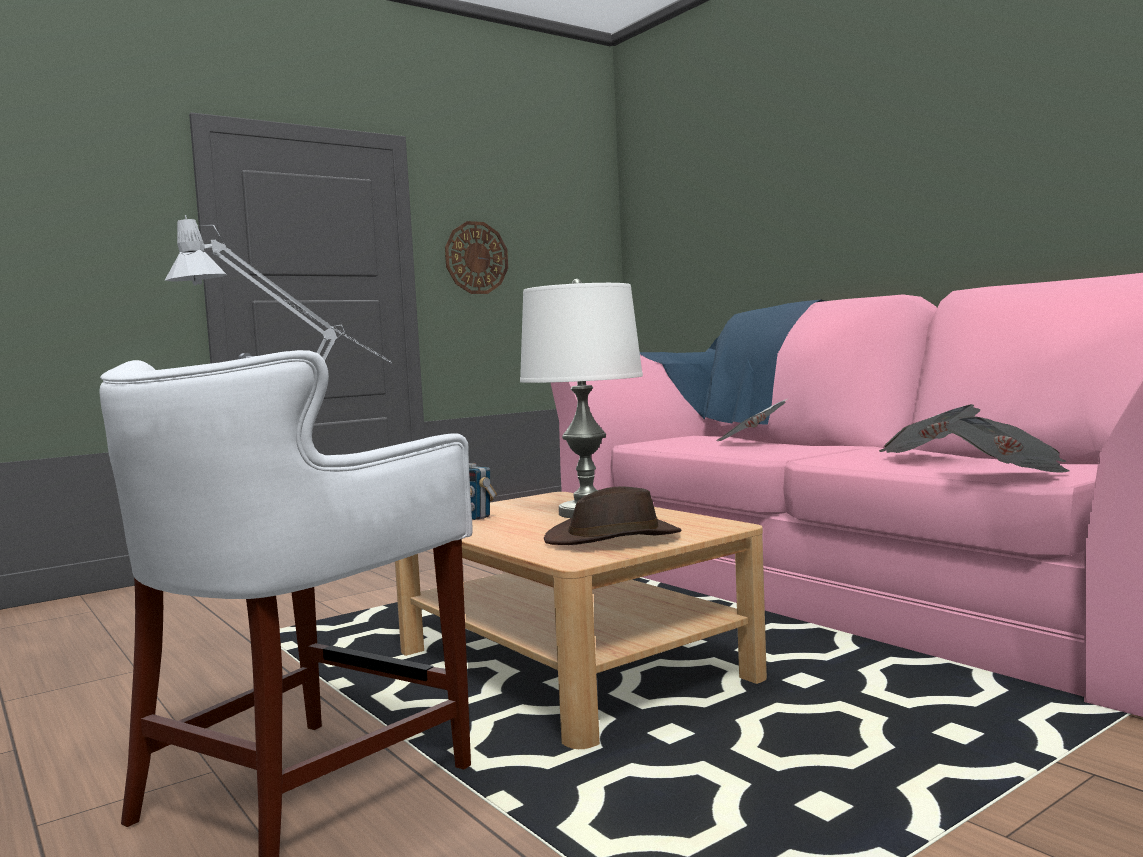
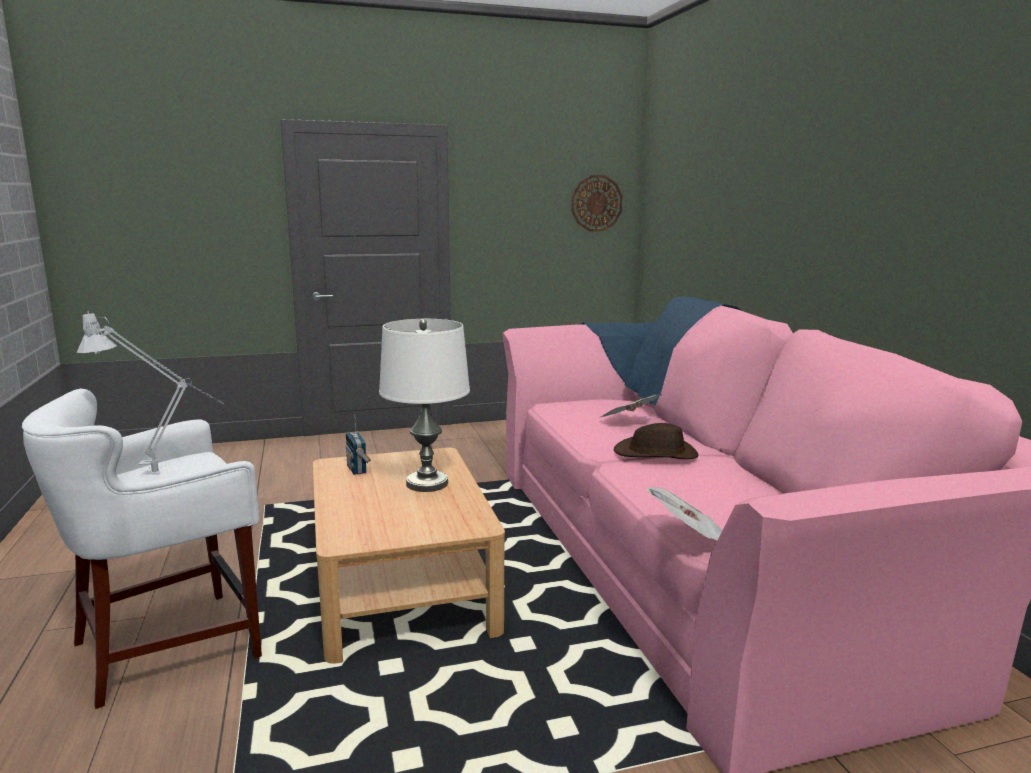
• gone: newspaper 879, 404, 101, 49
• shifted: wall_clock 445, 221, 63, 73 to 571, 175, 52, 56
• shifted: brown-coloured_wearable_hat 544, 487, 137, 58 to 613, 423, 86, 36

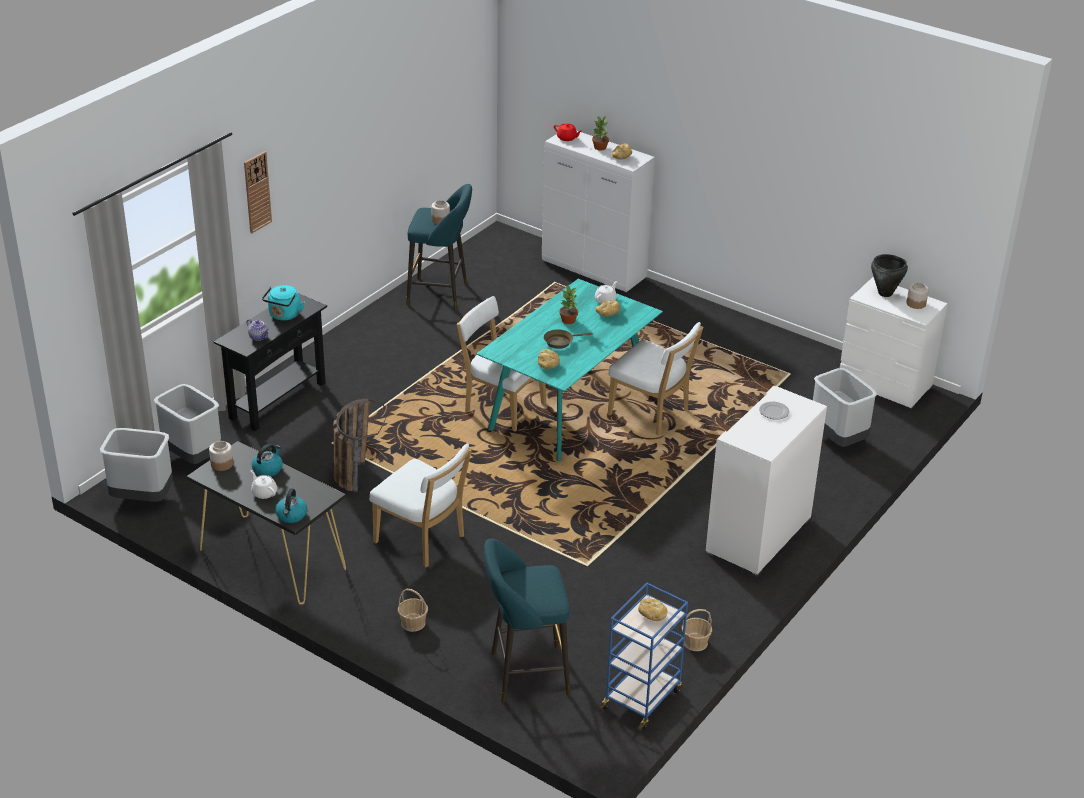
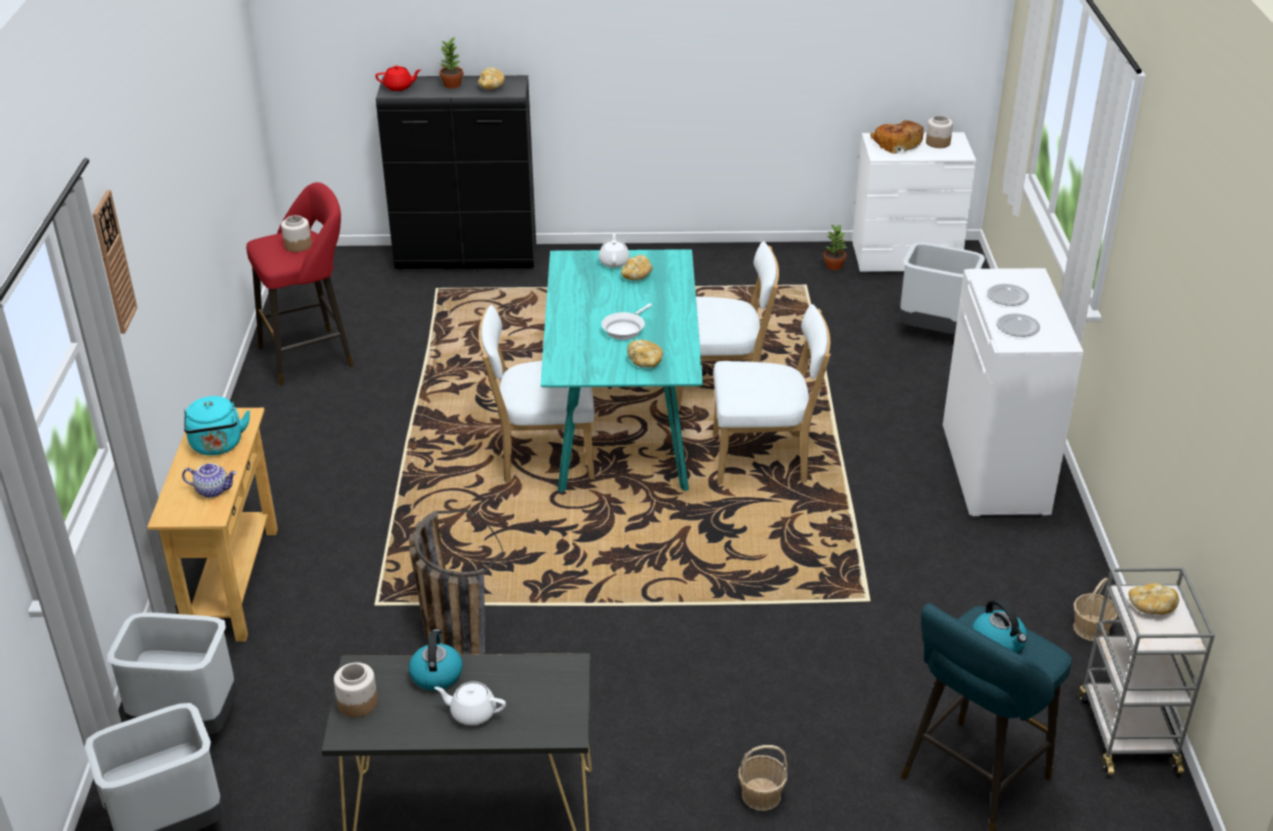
• new: dinner_plate 996, 313, 44, 24
• shifted: kettle 275, 488, 32, 35 to 972, 598, 55, 55
• shifted: white-coloured_chair 370, 443, 102, 125 to 713, 304, 118, 181
• shifted: houseplant 559, 285, 19, 39 to 824, 224, 23, 46
• swapped: black-coloured_stockpot 871, 254, 37, 43 to bakery_bread 870, 120, 54, 34
• repainted: black-coloured_narrow_table 214, 294, 113, 137 to sand-coloured_narrow_table 147, 408, 131, 233
• repainted: turquoise-coloured_sitting_stool 406, 184, 66, 127 to red_sitting_stool 246, 182, 108, 204
• repainted: white-coloured_storage_cabinet 542, 131, 113, 161 to black-coloured_storage_cabinet 376, 75, 160, 195
• repainted: brown-coloured_pan 544, 329, 49, 20 to white-coloured_pan 602, 303, 50, 37
• repainted: blue_trolley 599, 582, 89, 149 to greyish_trolley 1079, 567, 136, 208

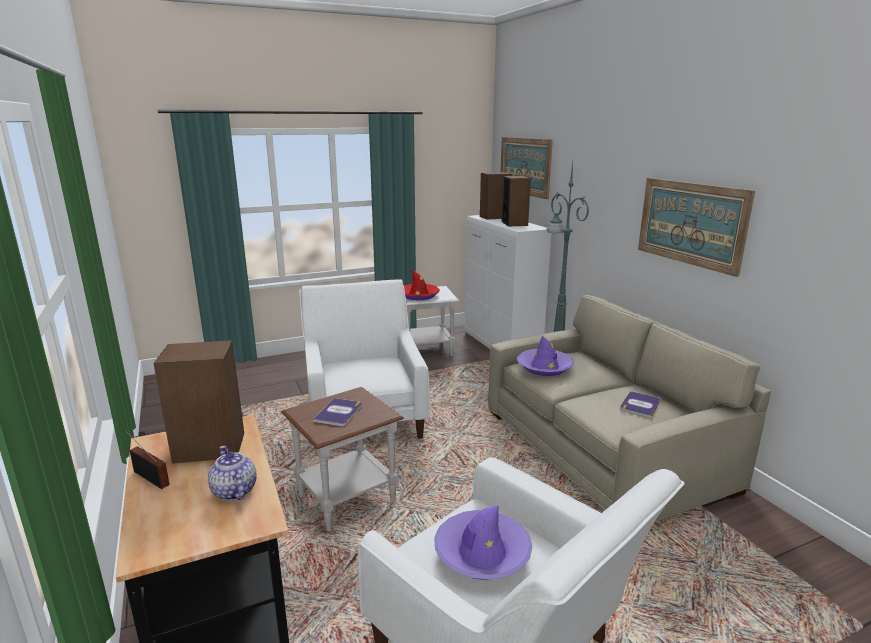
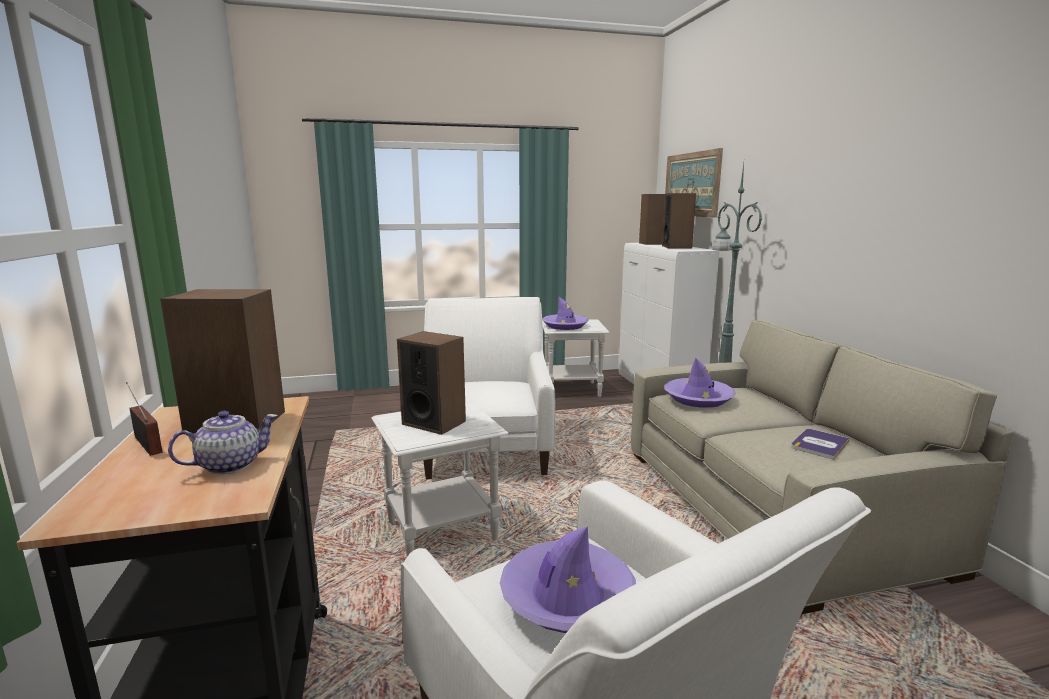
• gone: wall_art 638, 178, 117, 99
• swapped: bound_book 313, 398, 49, 28 to loudspeaker 397, 331, 69, 104
• repainted: brown-coloured_end_table 281, 387, 123, 144 to white-coloured_end_table 371, 400, 138, 157
• repainted: red_wearable_hat 404, 270, 36, 30 to purple_wearable_hat 542, 297, 47, 33
• rotated: pot_for_tea 208, 446, 49, 55 = 168, 411, 109, 64 75 degrees clockwise

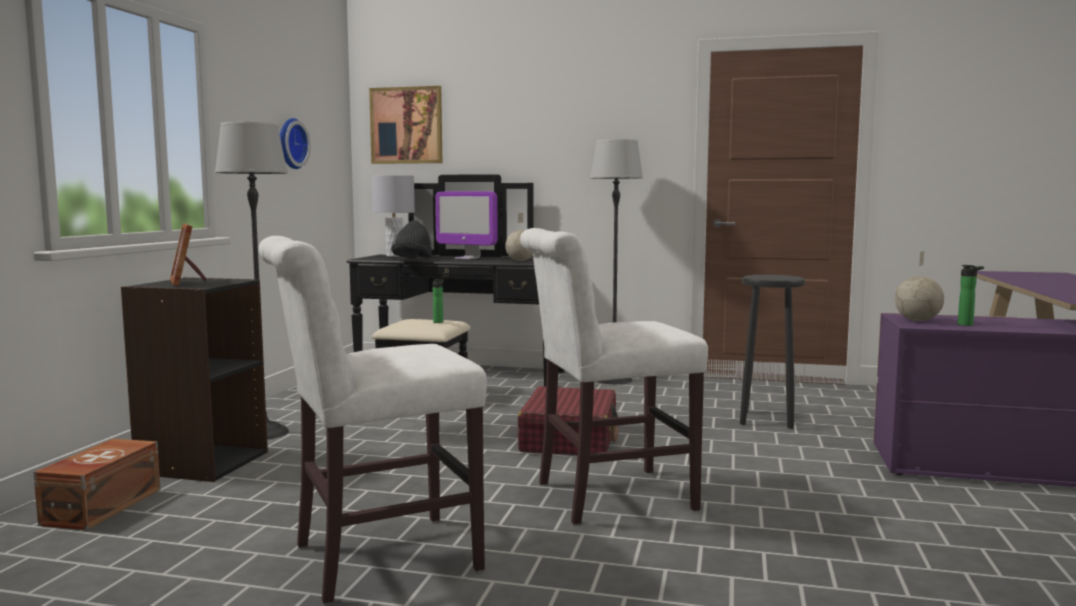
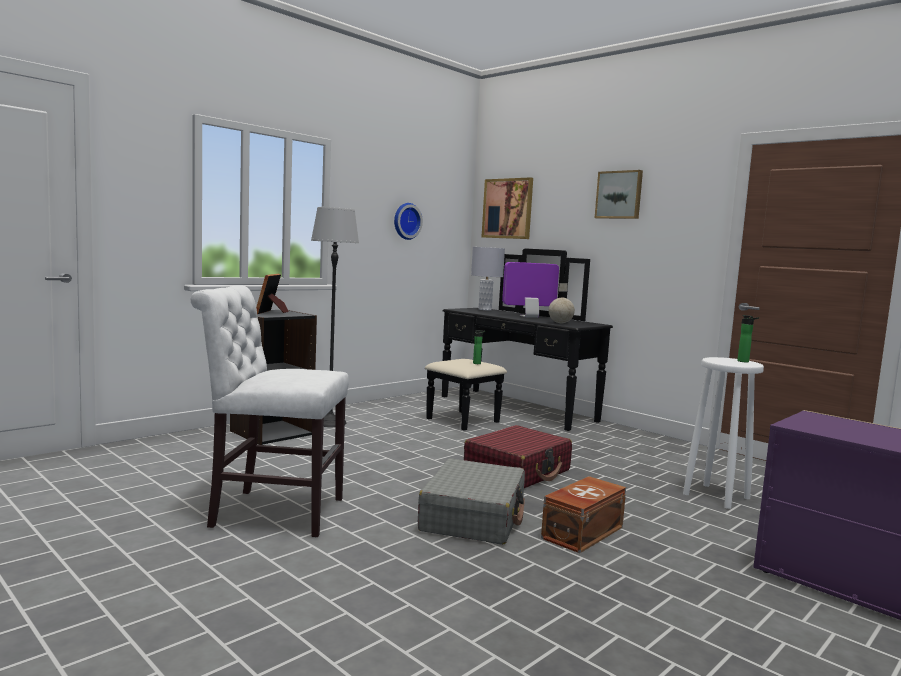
• gone: black-coloured_wearable_hat 391, 220, 41, 38
• gone: floor_lamp 590, 139, 53, 245
• gone: globe 895, 251, 49, 70
• new: wall_art 595, 170, 48, 49
• shifted: brown-coloured_storage_container 33, 439, 128, 91 to 541, 476, 85, 77
• shifted: bottle 958, 265, 26, 61 to 737, 315, 22, 48
• swapped: white-coloured_chair 520, 228, 188, 297 to greyish_travel_case 418, 458, 107, 87
• repainted: black-coloured_sitting_stool 740, 275, 65, 154 to white-coloured_sitting_stool 683, 357, 81, 152
• rotated: computer_screen 435, 191, 63, 68 = 502, 262, 57, 56 105 degrees clockwise

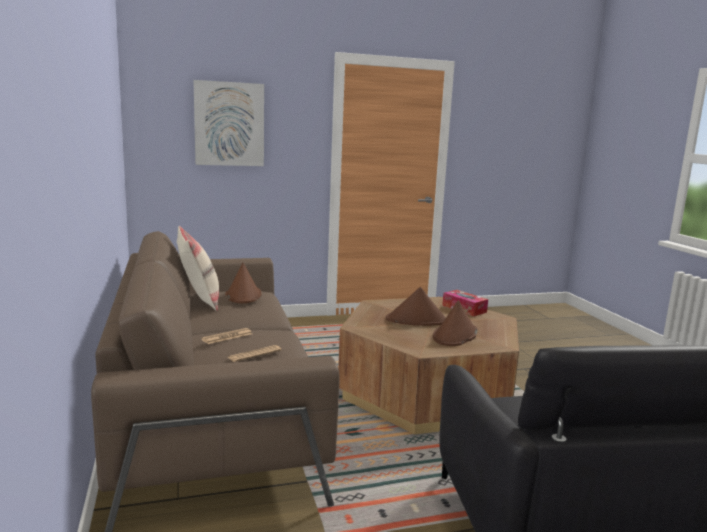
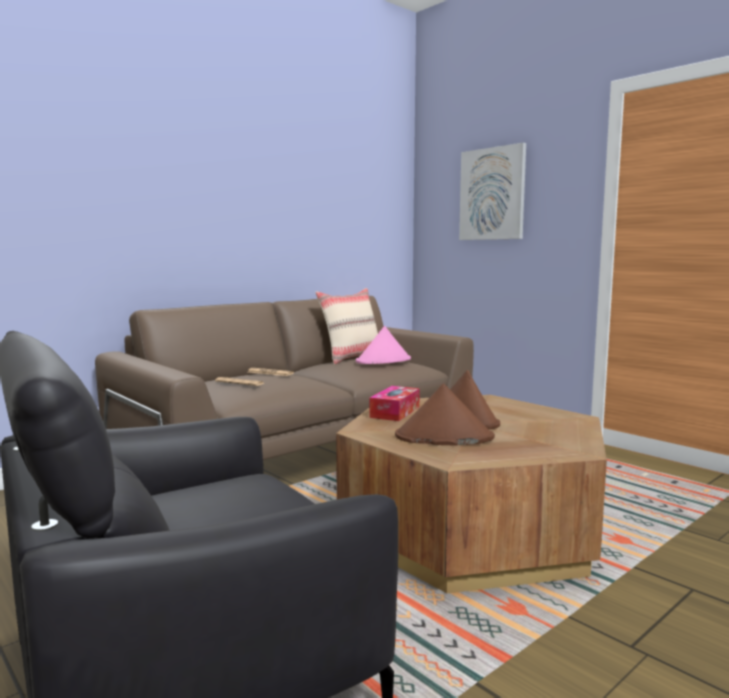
• shifted: tissue_holder 442, 290, 46, 26 to 369, 386, 51, 35
• repainted: brown-coloured_wearable_hat 225, 263, 37, 40 to pink_wearable_hat 356, 326, 55, 38

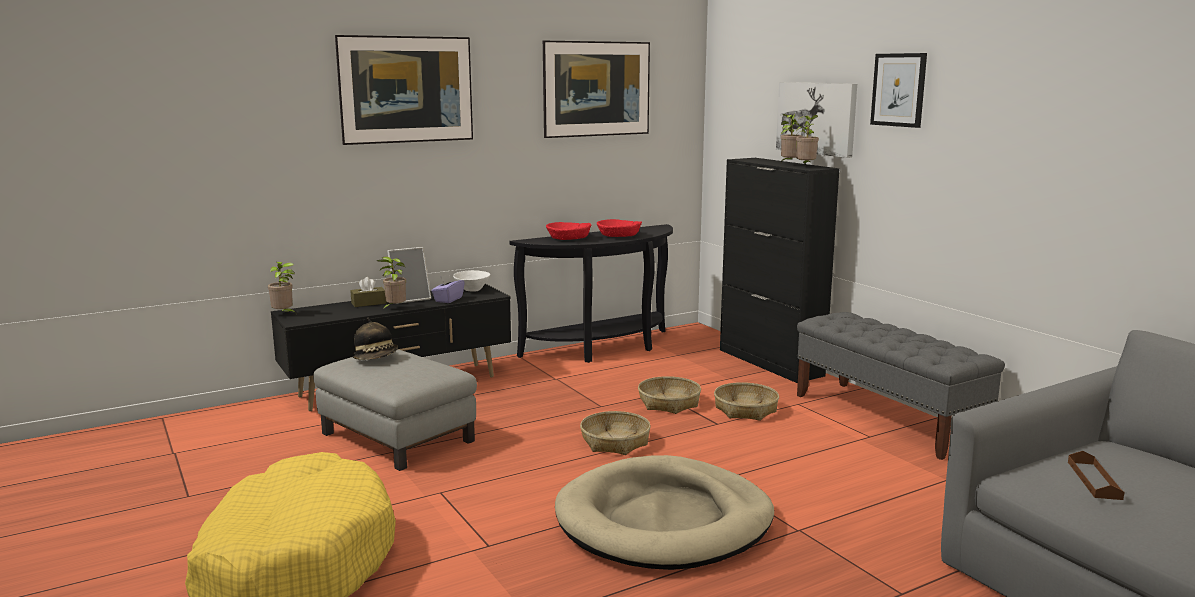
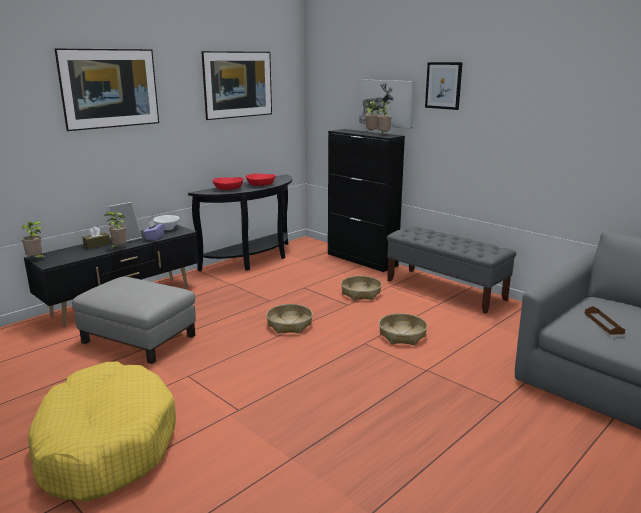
• gone: wearable_hat 353, 318, 45, 42
• gone: sand-coloured_dog_bed 555, 455, 219, 115
• shifted: basket 638, 376, 63, 38 to 379, 313, 48, 32

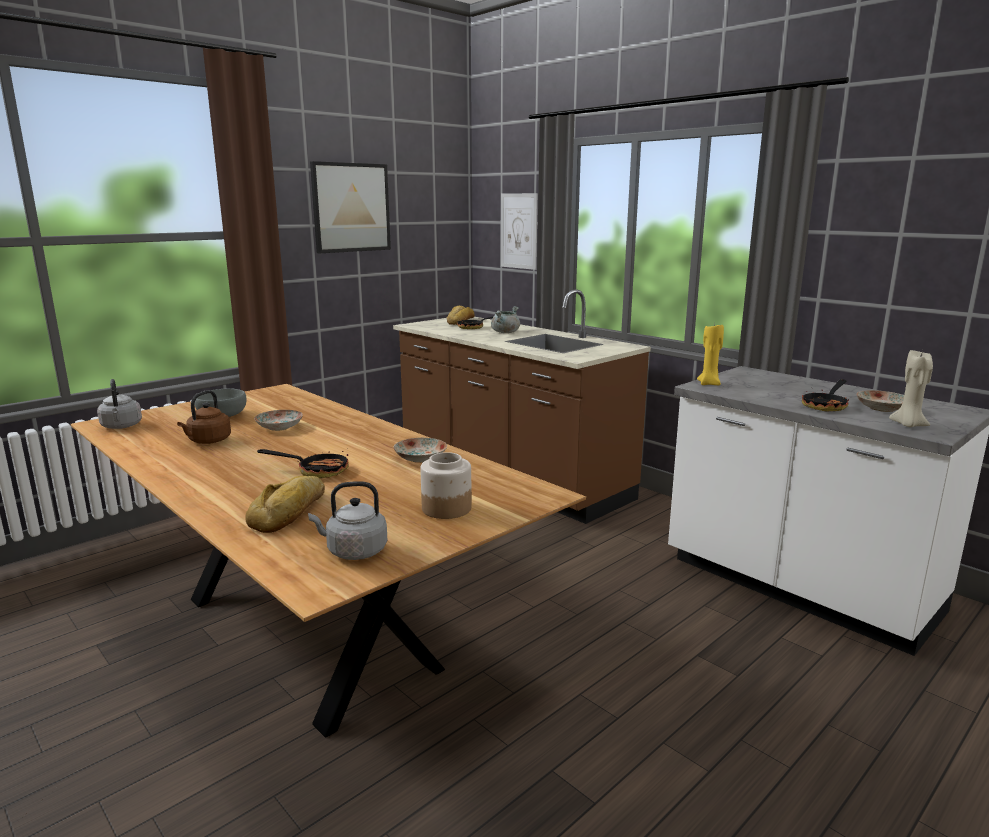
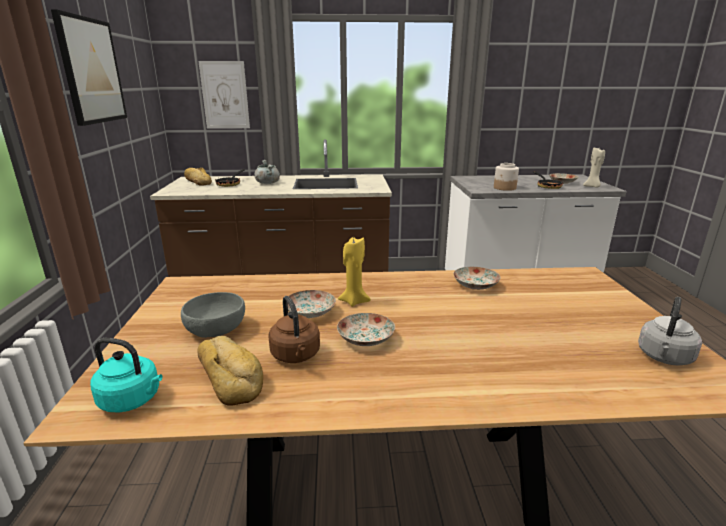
• gone: pan 257, 449, 92, 29
• new: dinner_plate 337, 313, 58, 33
• shifted: bakery_bread 245, 476, 80, 57 to 197, 336, 66, 70
• shifted: preserve_jar 420, 452, 52, 67 to 494, 163, 25, 28
• shifted: yellow_wax_candle 697, 323, 27, 62 to 338, 236, 33, 71
• repainted: greyish_kettle 97, 379, 45, 50 to turquoise-coloured_kettle 90, 338, 72, 74

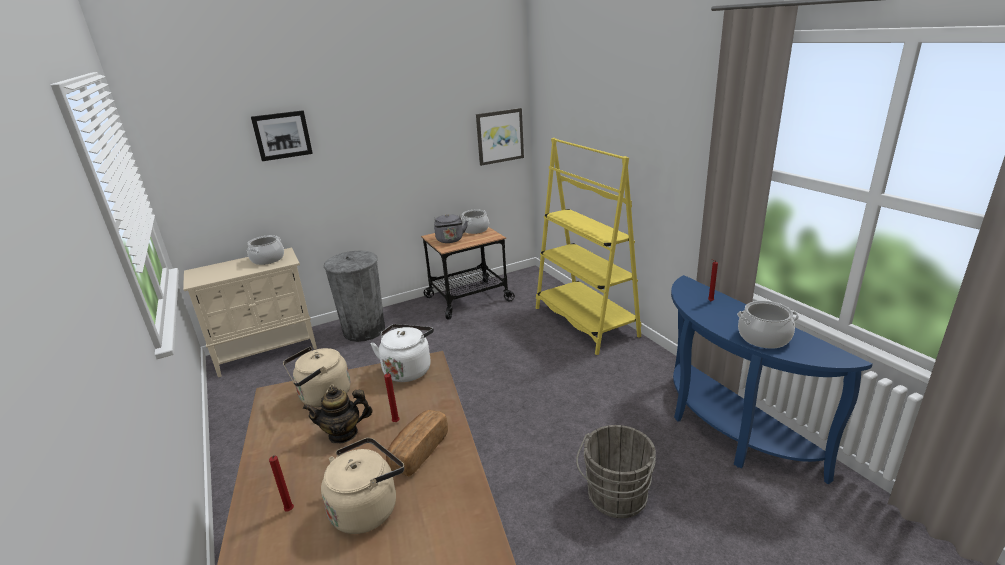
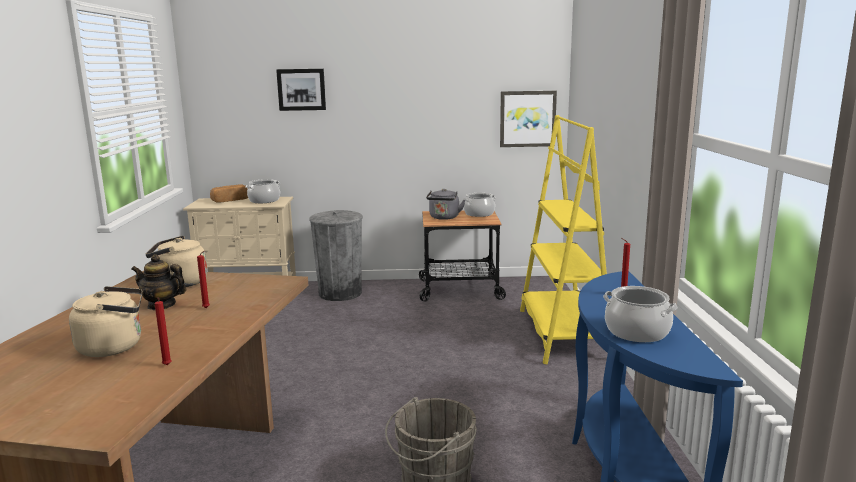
• gone: white-coloured_kettle 371, 324, 63, 58
• shifted: red_wax_candle 269, 455, 25, 56 to 154, 297, 18, 68
• shifted: bakery_bread 386, 410, 62, 66 to 210, 184, 38, 19

